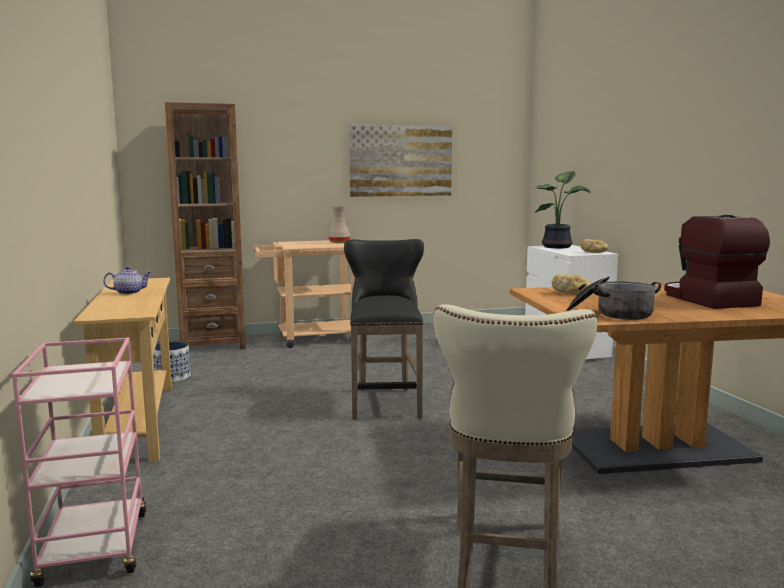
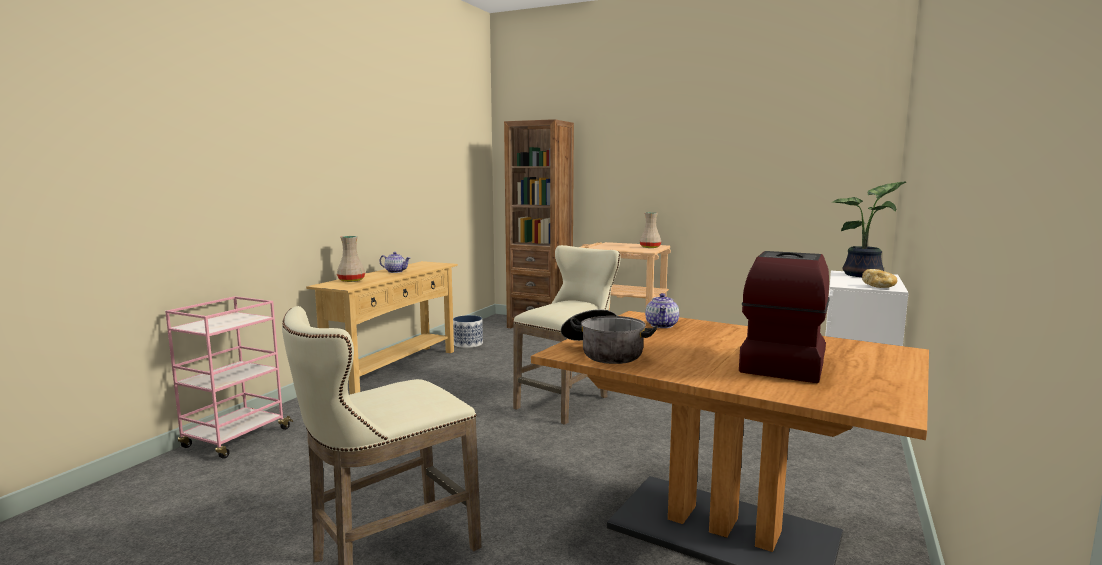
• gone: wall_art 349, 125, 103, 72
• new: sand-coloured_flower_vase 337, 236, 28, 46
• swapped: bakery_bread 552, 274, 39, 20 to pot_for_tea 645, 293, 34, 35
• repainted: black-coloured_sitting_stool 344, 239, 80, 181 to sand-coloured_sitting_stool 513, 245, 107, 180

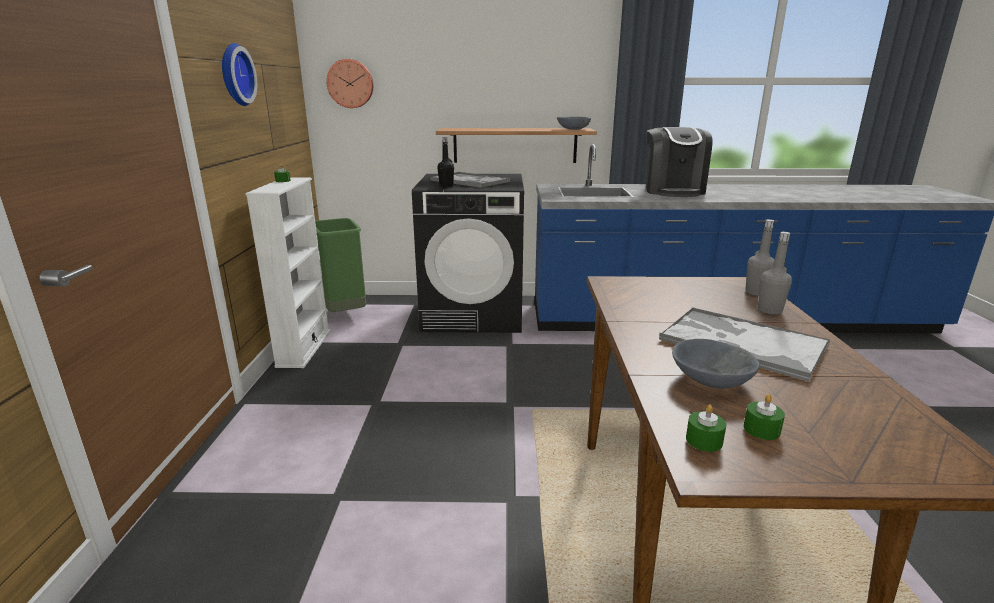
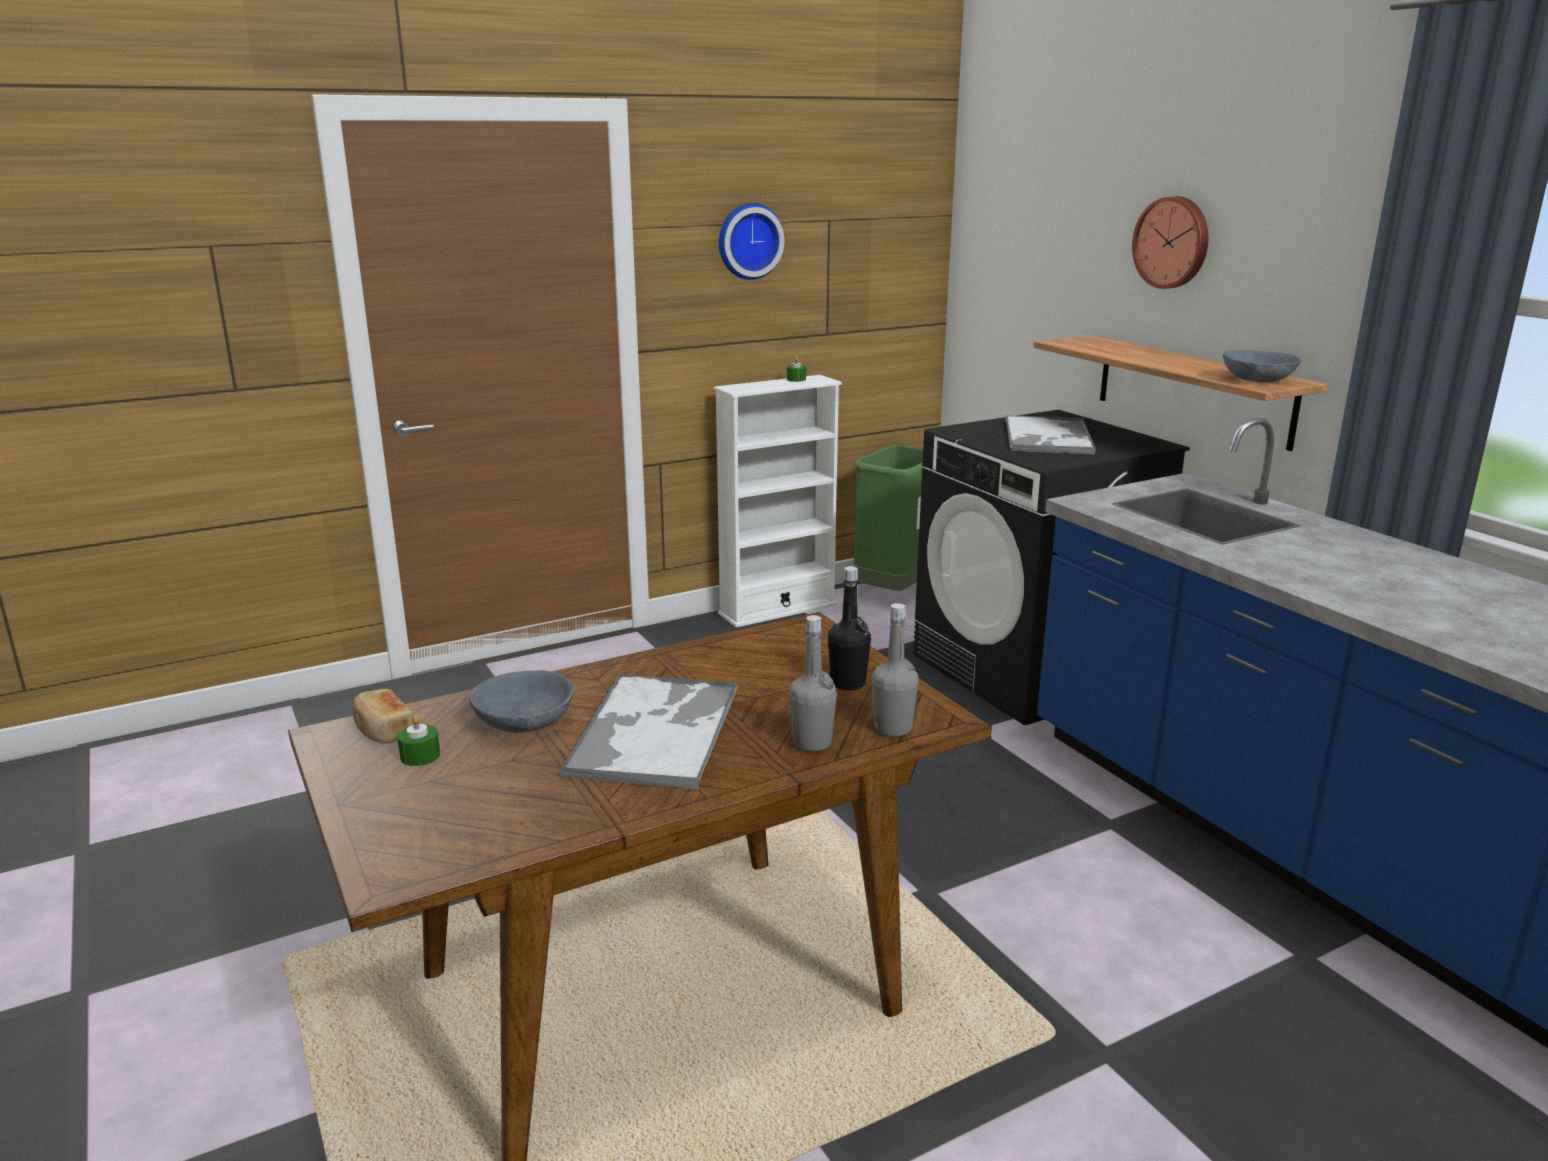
• gone: coffee_maker 646, 127, 66, 70
• shifted: wall_clock 326, 59, 47, 49 to 1132, 196, 76, 93
• shifted: black-coloured_bottle 437, 137, 17, 51 to 828, 566, 43, 124
• swapped: green-coloured_wax_candle 686, 404, 40, 48 to bakery_bread 352, 689, 62, 54

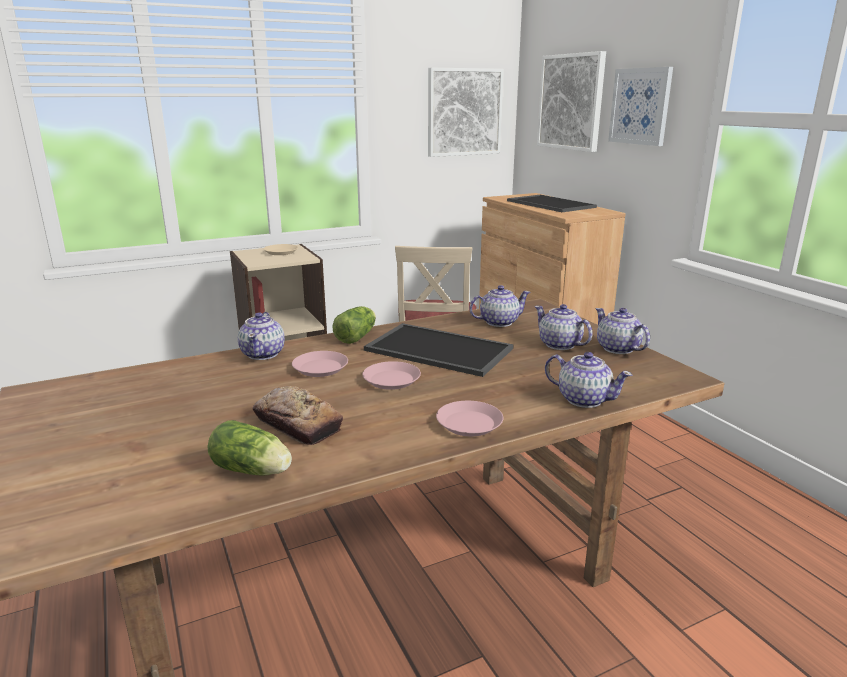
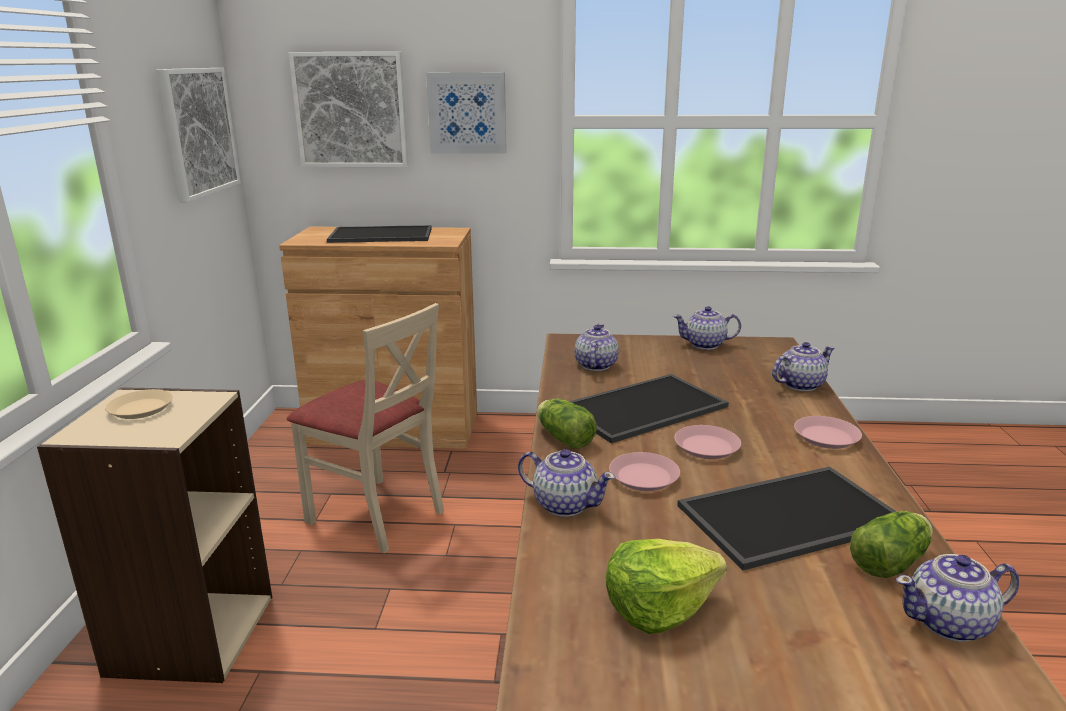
• new: lettuce_head 606, 539, 121, 95
• shifted: pot_for_tea 534, 304, 59, 46 to 896, 554, 123, 88
• swapped: bakery_bread 253, 386, 90, 59 to carrying_tray 677, 467, 220, 103

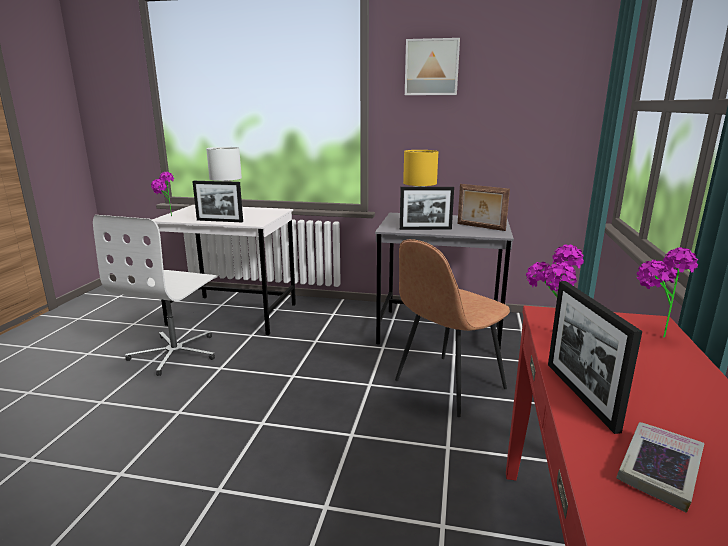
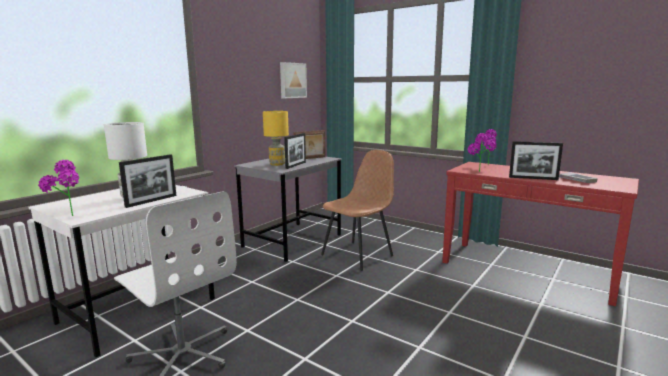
• shifted: wall_art 405, 38, 55, 57 to 280, 62, 27, 36
• rotated: brown-coloured_chair 395, 239, 115, 178 = 321, 150, 73, 121 120 degrees counterclockwise

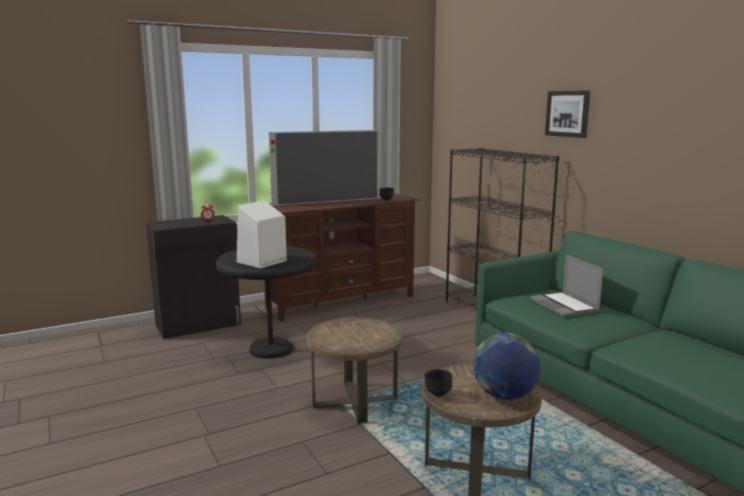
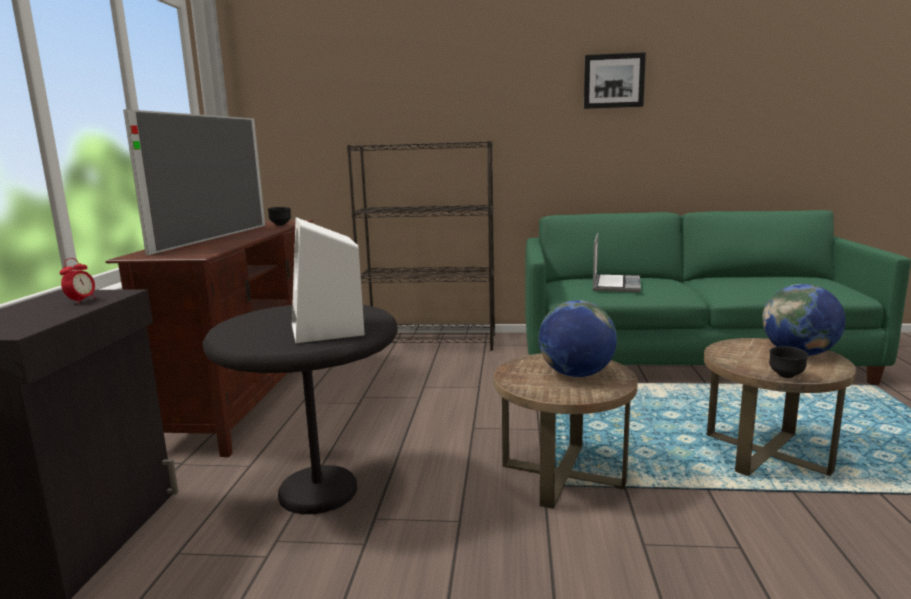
• new: globe 539, 300, 78, 77
• shifted: wall_art 545, 90, 45, 48 to 584, 52, 62, 57
• rotated: portable_computer 530, 254, 74, 63 = 593, 233, 48, 59 90 degrees counterclockwise

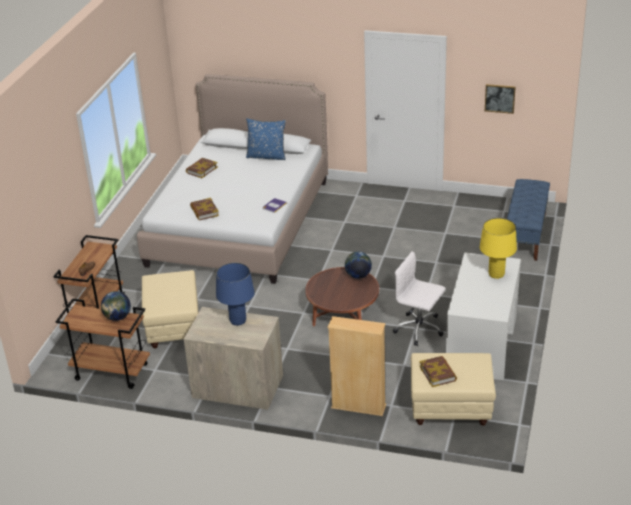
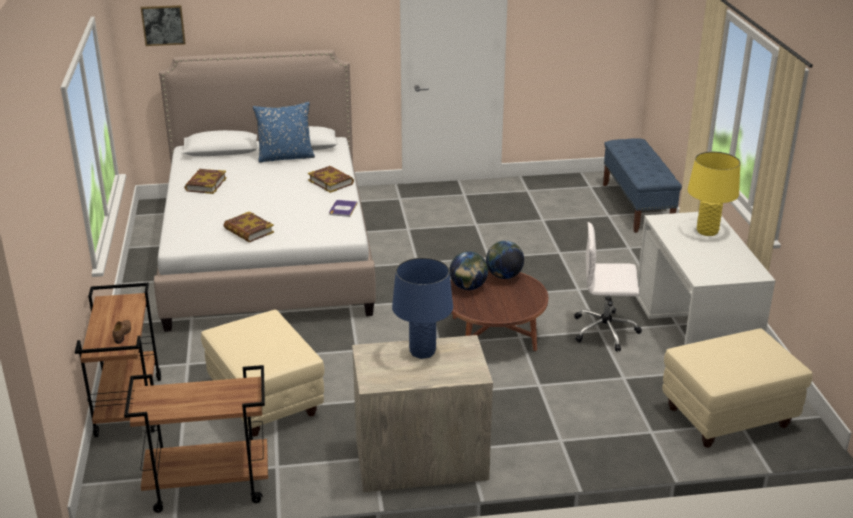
• gone: sand-coloured_shelving_unit 327, 316, 59, 100
• shifted: globe 101, 291, 30, 30 to 449, 251, 39, 39
• shifted: bound_book 420, 356, 37, 31 to 308, 166, 46, 27
• shifted: wall_art 485, 84, 31, 30 to 141, 5, 45, 41

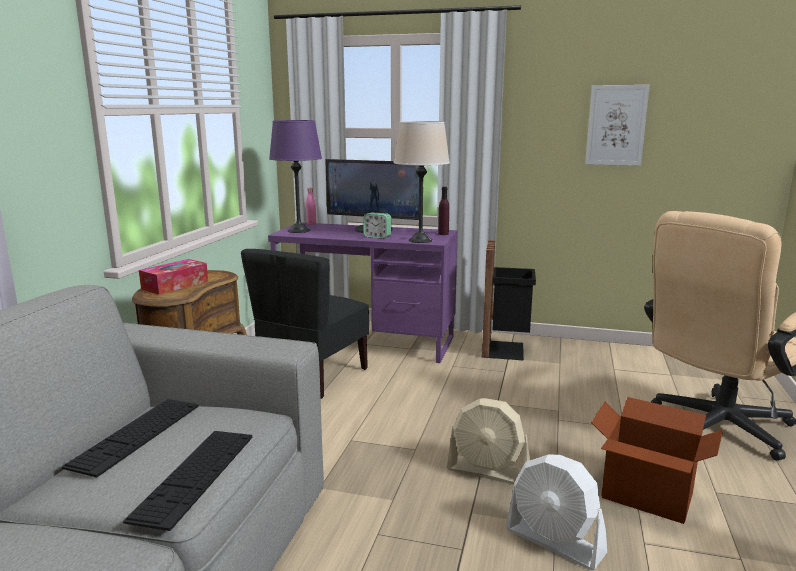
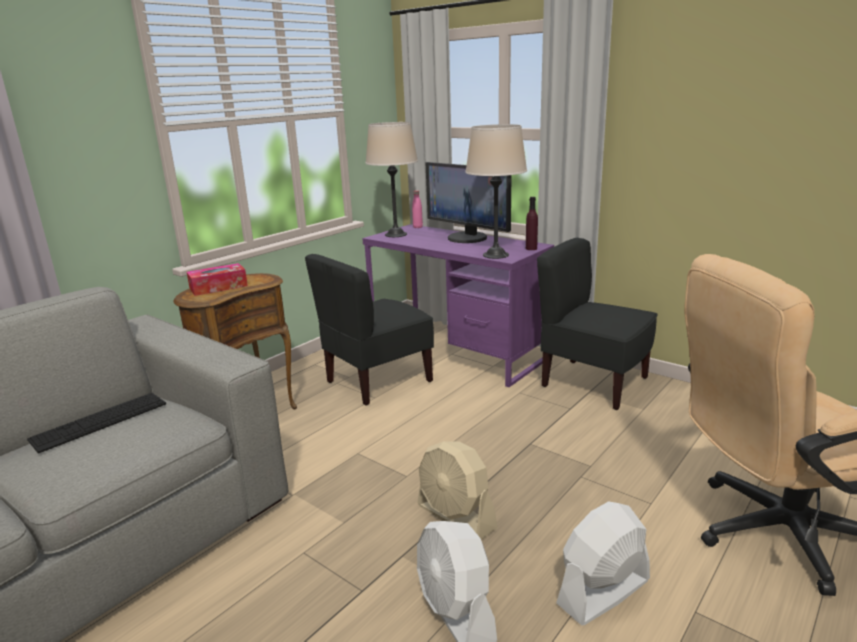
• gone: computer_keyboard 123, 431, 129, 100
• gone: bedside_clock 363, 212, 28, 27
• gone: wall_art 585, 85, 65, 81
• swapped: black-coloured_rubbish_bin 482, 240, 54, 121 to black-coloured_chair 537, 238, 120, 172
• swapped: carton 591, 397, 132, 127 to white-coloured_cooling_fan 556, 501, 94, 125
• repainted: purple_table_lamp 269, 120, 53, 113 to sand-coloured_table_lamp 365, 122, 53, 115

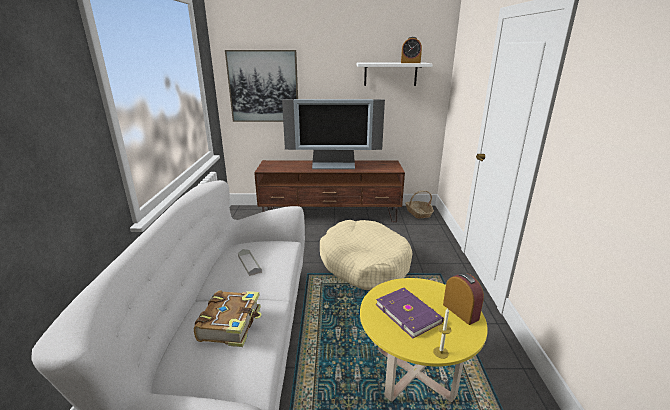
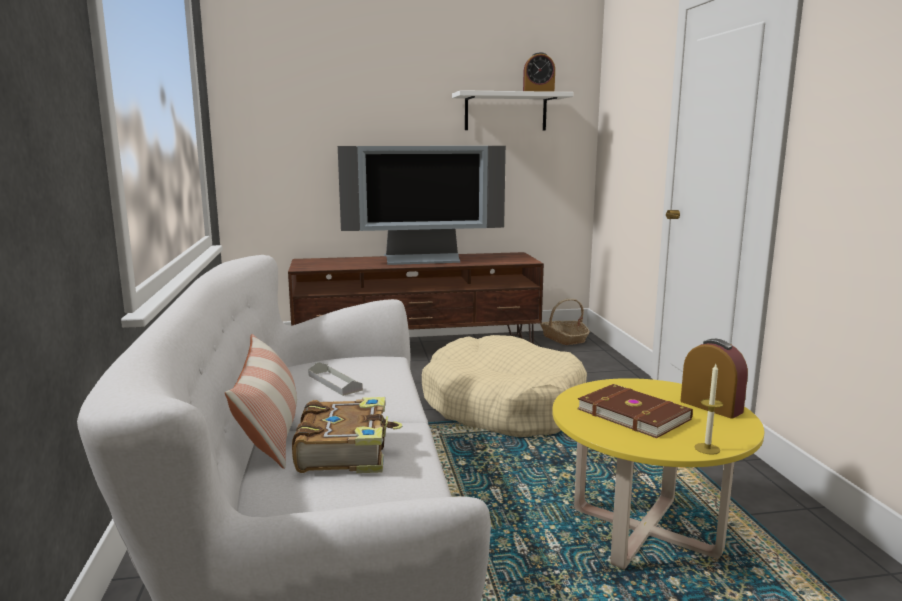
• gone: wall_art 225, 50, 73, 72
• new: cushion 225, 334, 72, 135
• repainted: purple_bound_book 376, 288, 68, 50 to brown-coloured_bound_book 577, 384, 116, 54

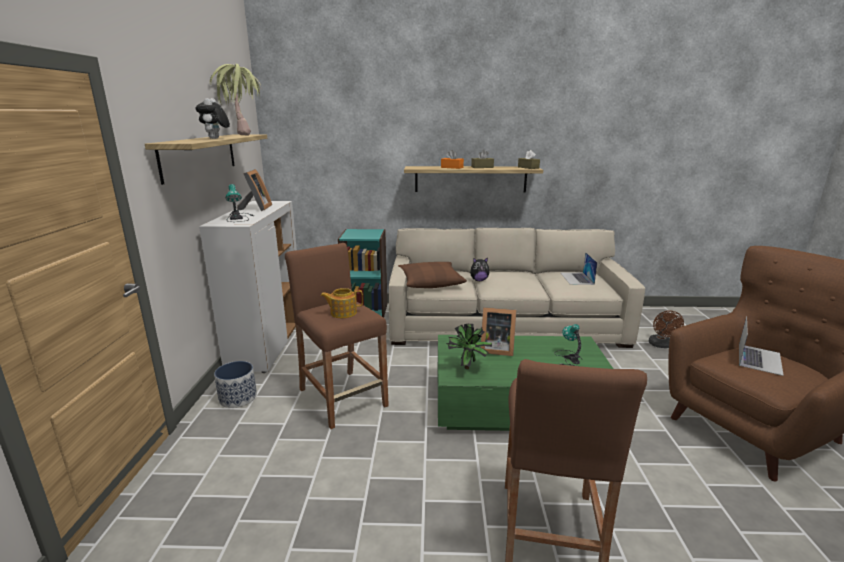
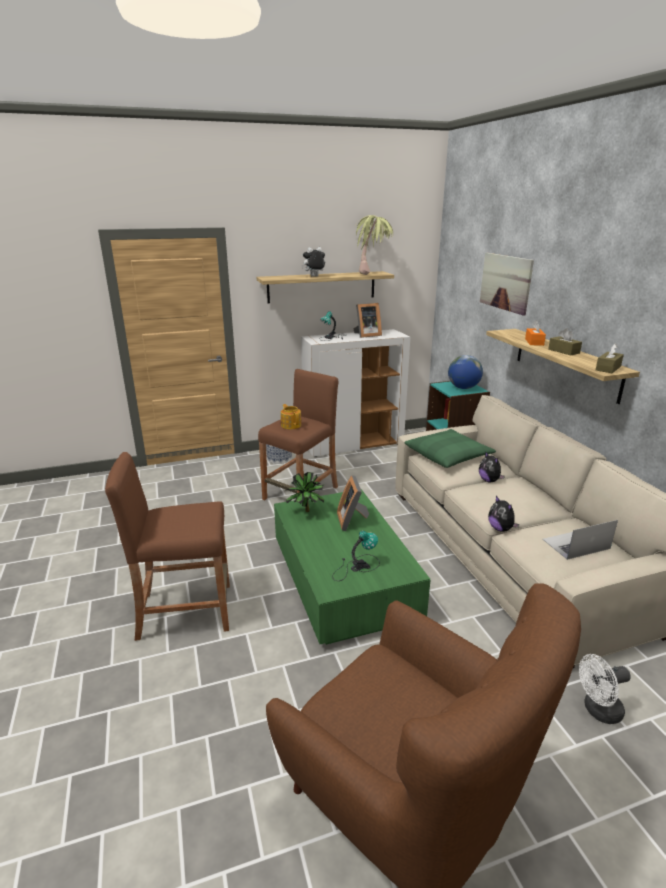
• gone: portable_computer 739, 316, 45, 60
• new: globe 448, 355, 35, 34
• new: wall_art 480, 253, 54, 63
• new: cuddly_toy 488, 496, 31, 35
• repainted: brown-coloured_cushion 398, 262, 69, 26 to green-coloured_cushion 404, 429, 92, 39
• repainted: brown-coloured_cooling_fan 649, 310, 35, 38 to white-coloured_cooling_fan 579, 654, 52, 70

